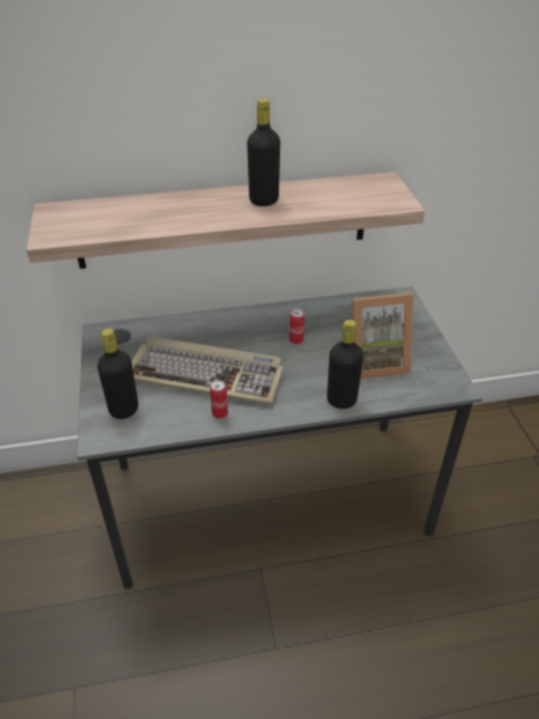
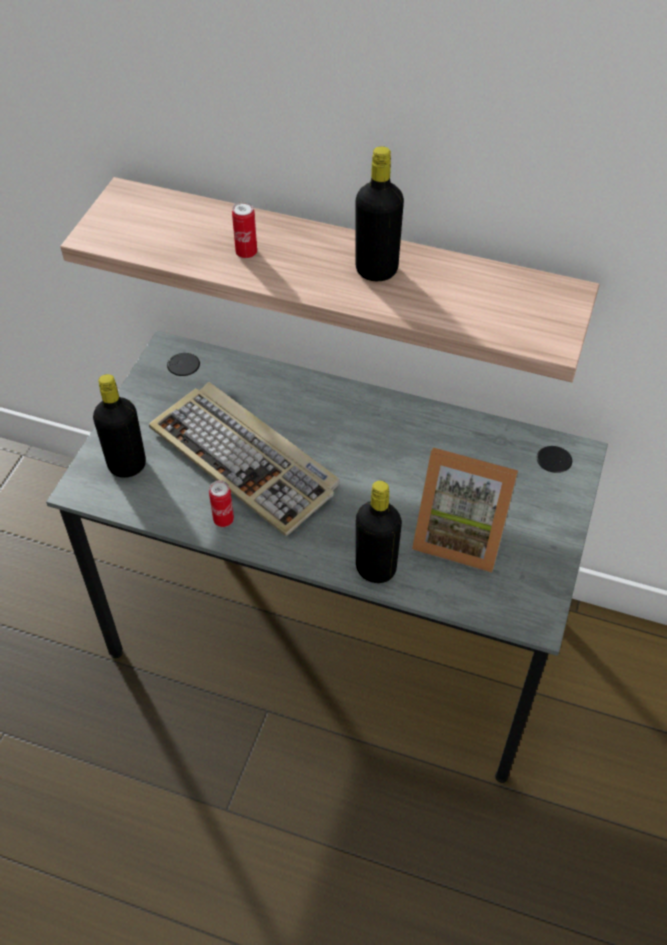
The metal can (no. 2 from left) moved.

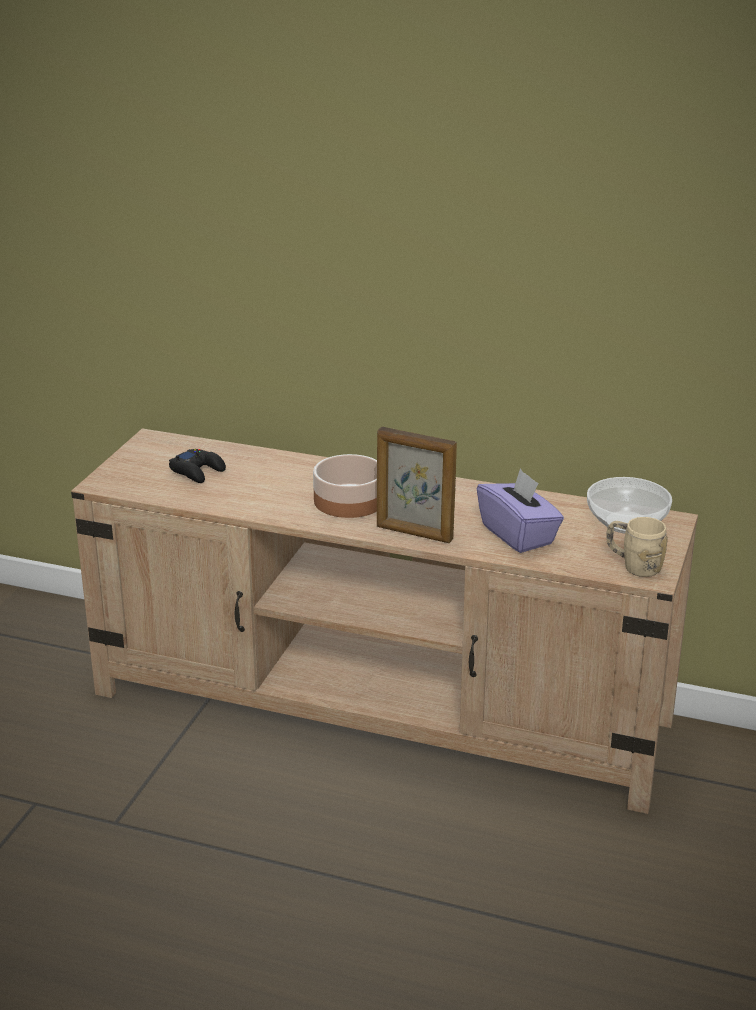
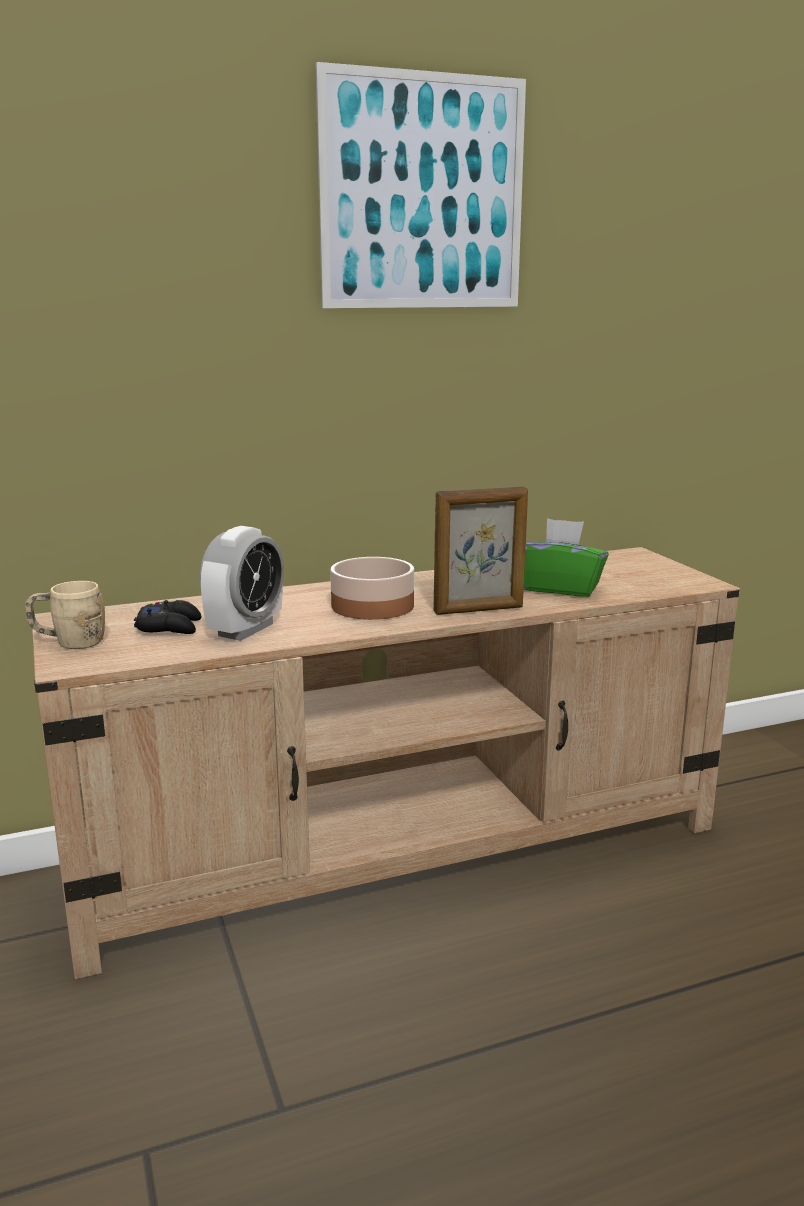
The bowl (no. 2 from left) disappeared. The bedside clock appeared. The wall art appeared. The beige-coloured coffee mug moved. The purple box of tissues became the green-coloured box of tissues.

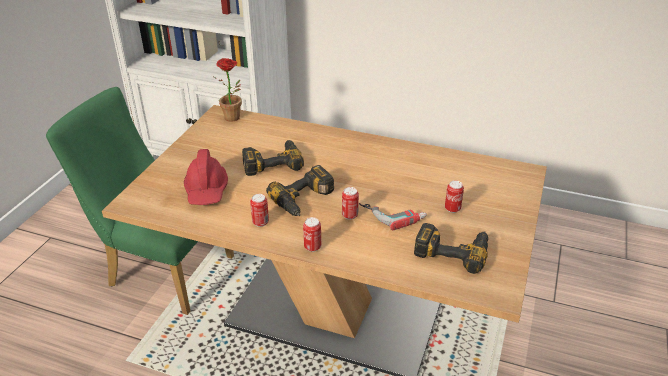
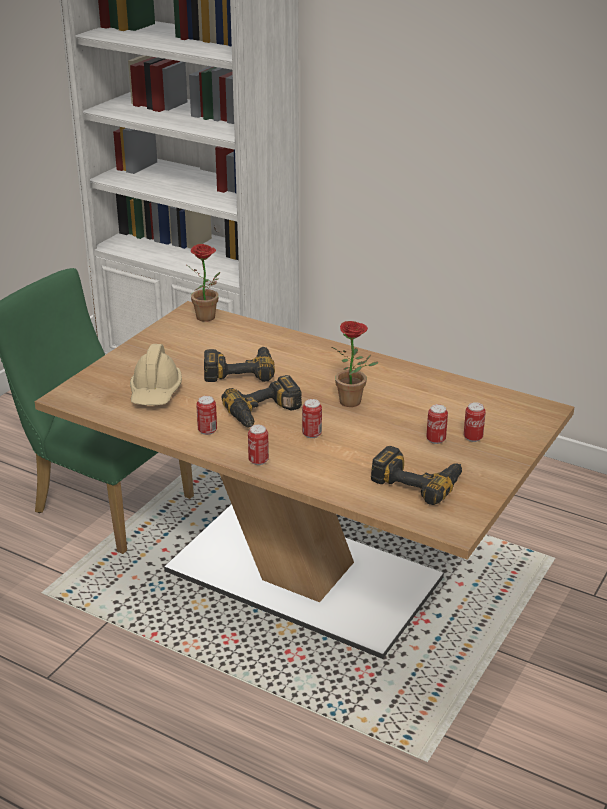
The electric drill (no. 3 from left) disappeared. The plant in a pot (no. 2 from left) appeared. The metal can (no. 5 from left) appeared. The red work helmet became the beige-coloured work helmet.

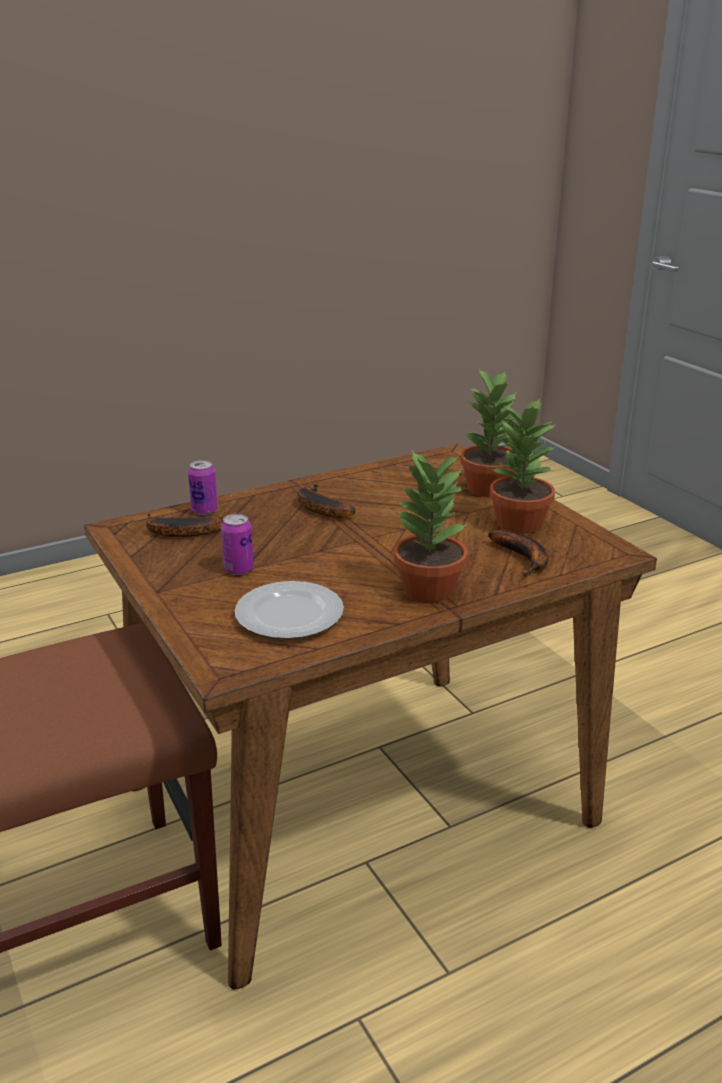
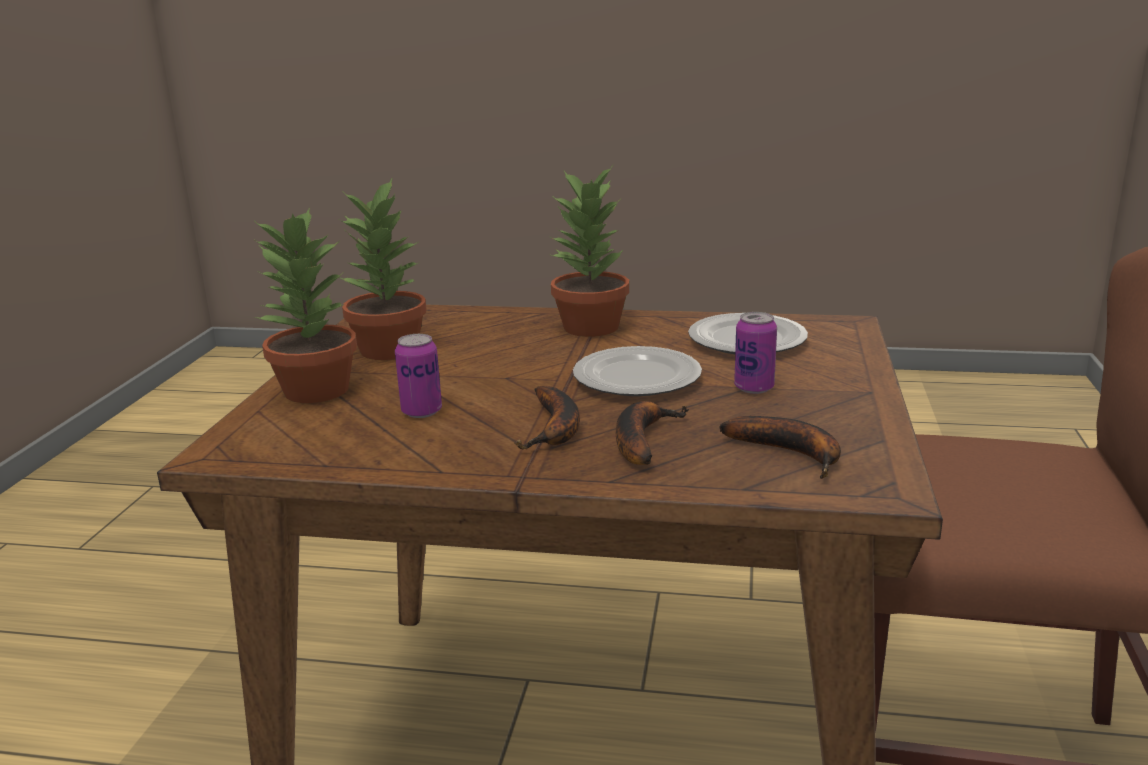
The flat dish (no. 1 from left) appeared. The metal can (no. 1 from left) moved. The whole banana (no. 3 from left in the first image) moved.

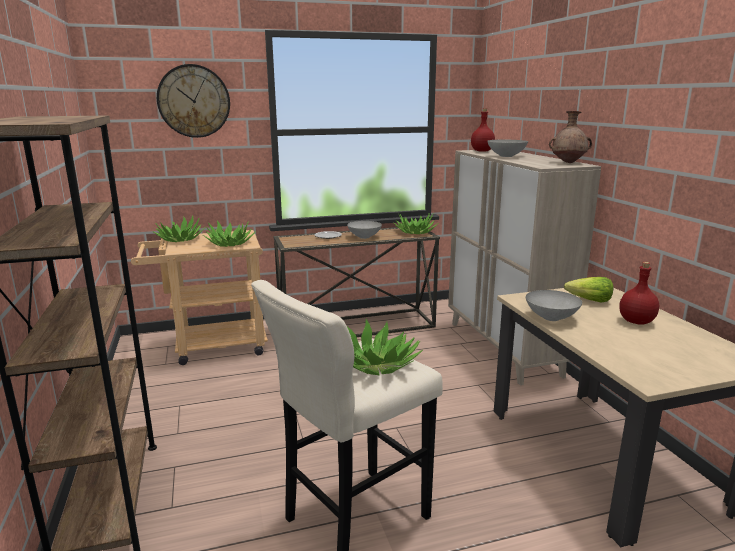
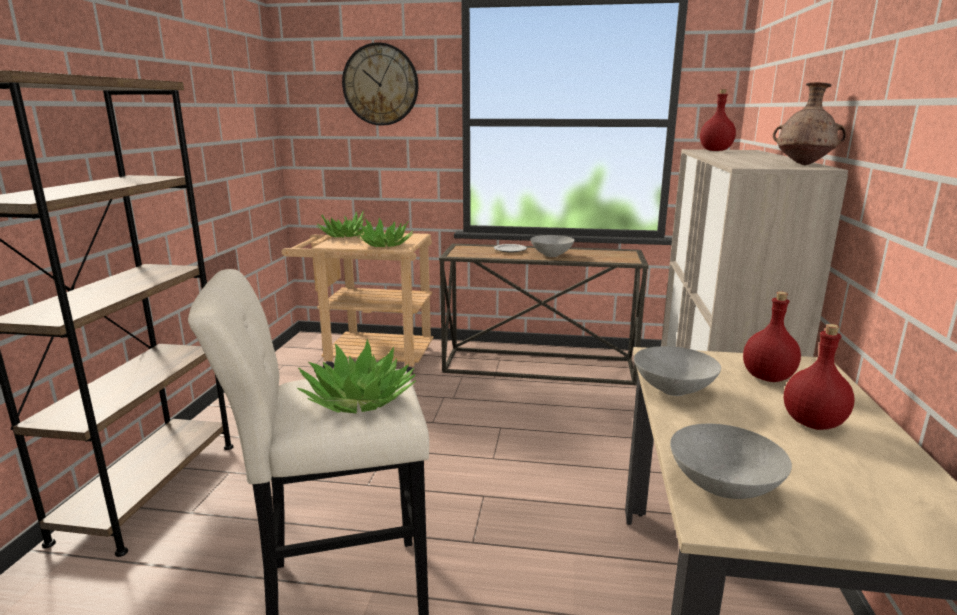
The plant in a pot (no. 4 from left) disappeared. The grey bowl (no. 2 from left in the first image) moved. The head of lettuce was replaced by the red bottle (no. 2 from left).

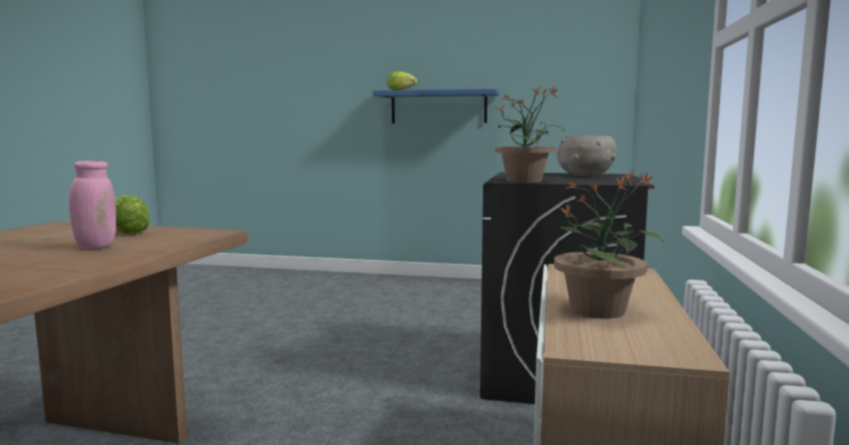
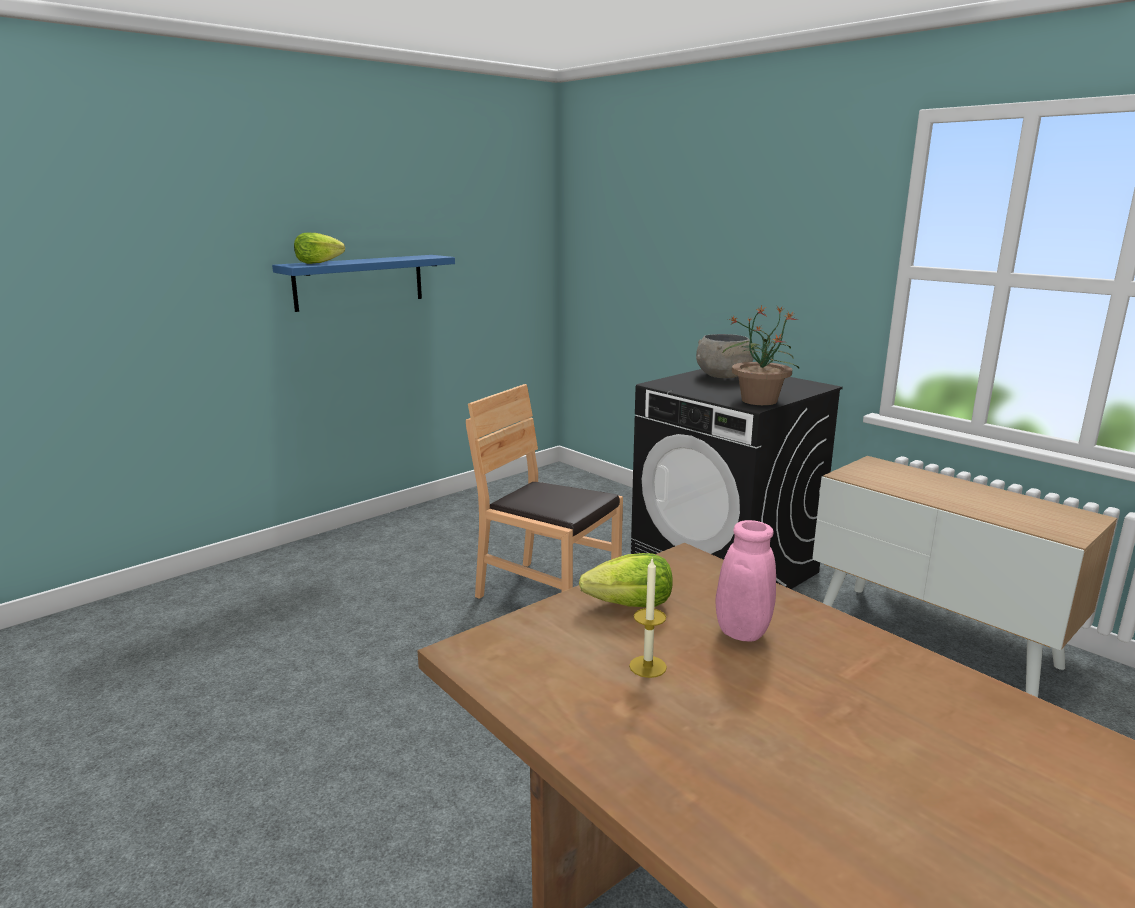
The plant in a pot (no. 2 from left) disappeared. The brown-coloured upright chair appeared. The wax candle appeared.

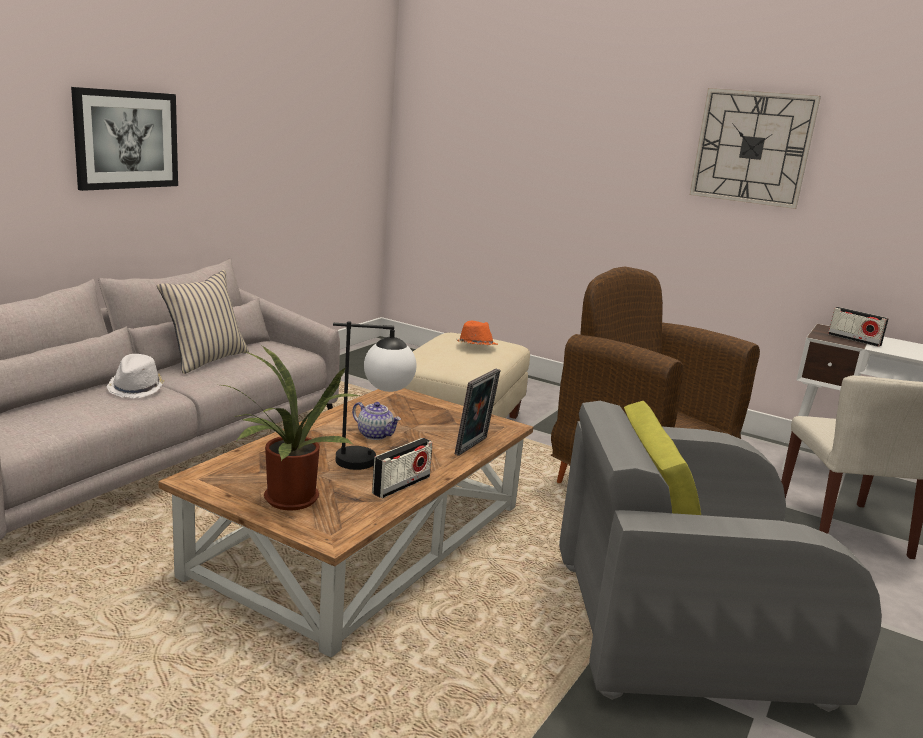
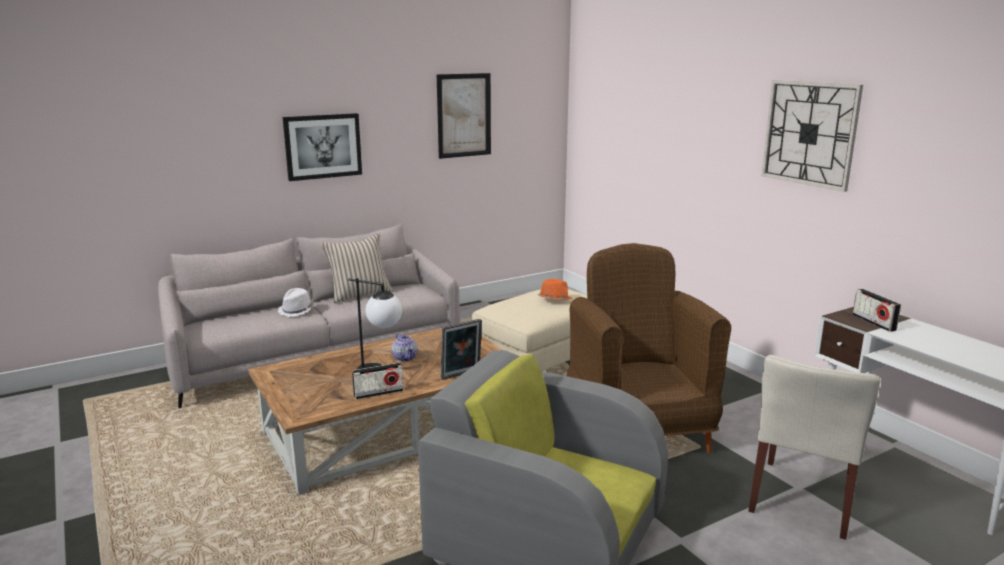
The plant in a pot disappeared. The wall art (no. 2 from left) appeared.

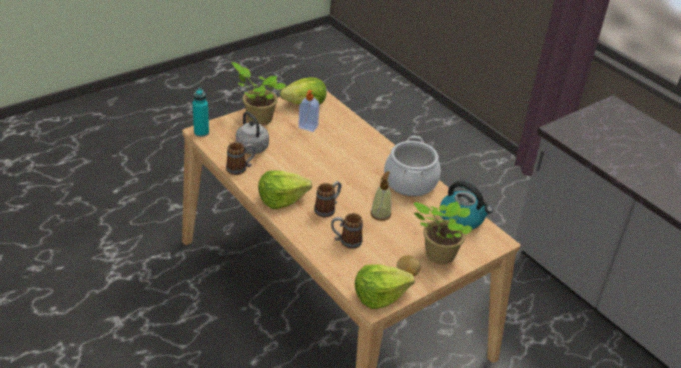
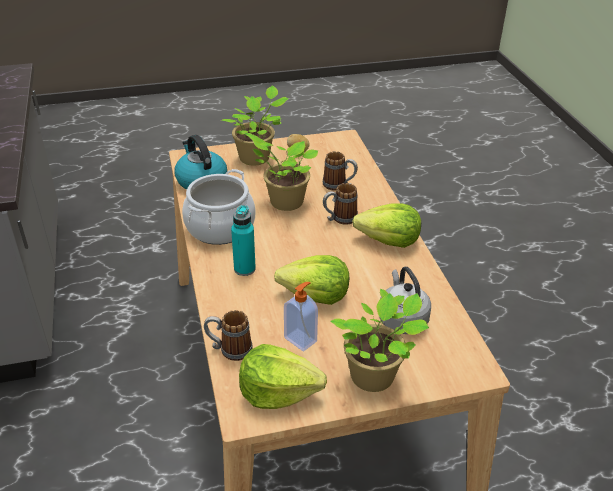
The turquoise-coloured bottle moved. The coffee mug (no. 1 from left) moved. The head of lettuce (no. 3 from left in the first image) moved. The liquid soap bottle (no. 2 from left) was replaced by the plant in a pot (no. 2 from left).

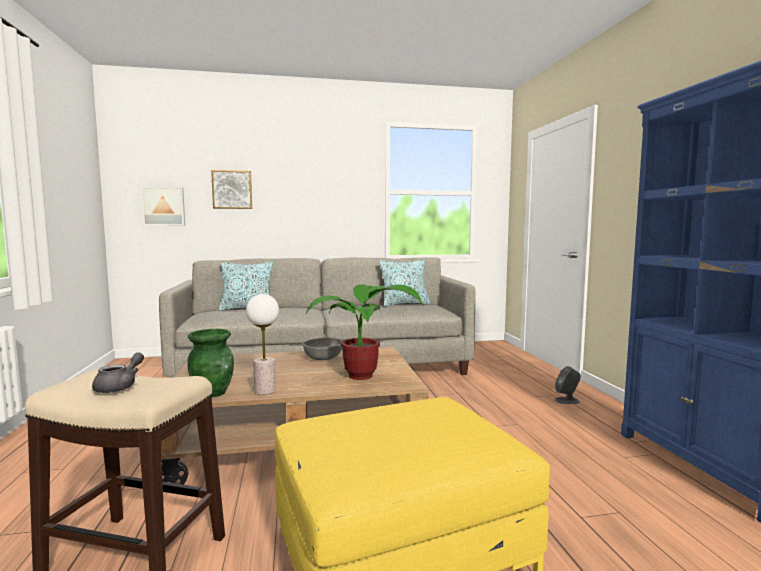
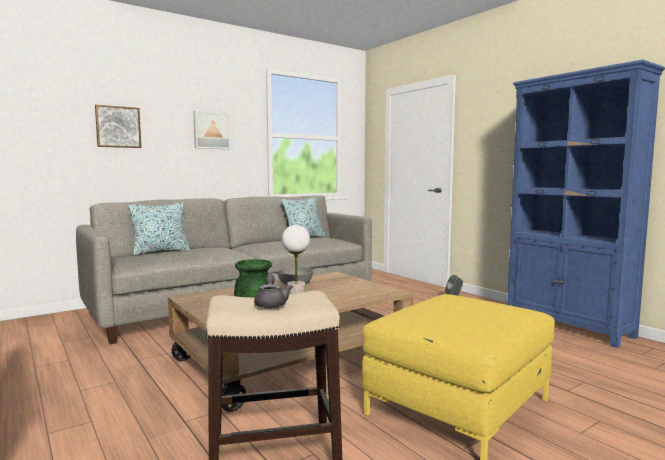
The plant in a pot disappeared. The wall art (no. 1 from left in the first image) moved.

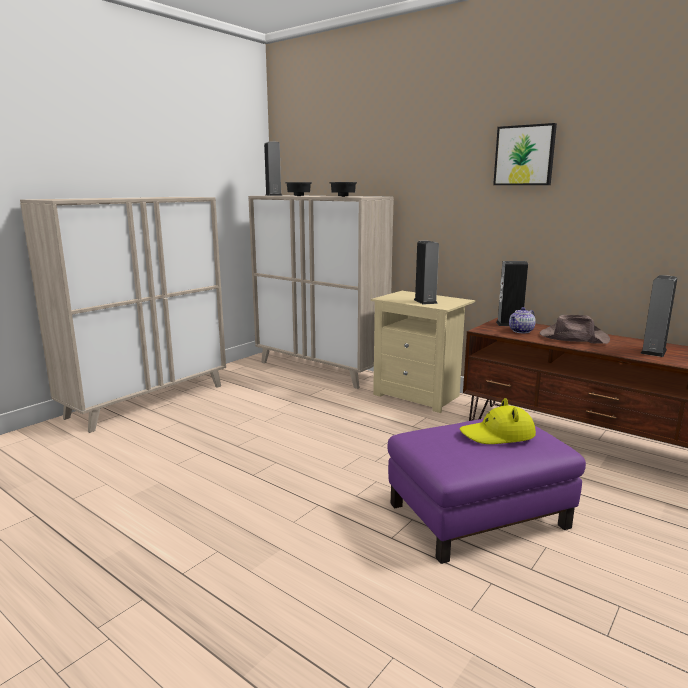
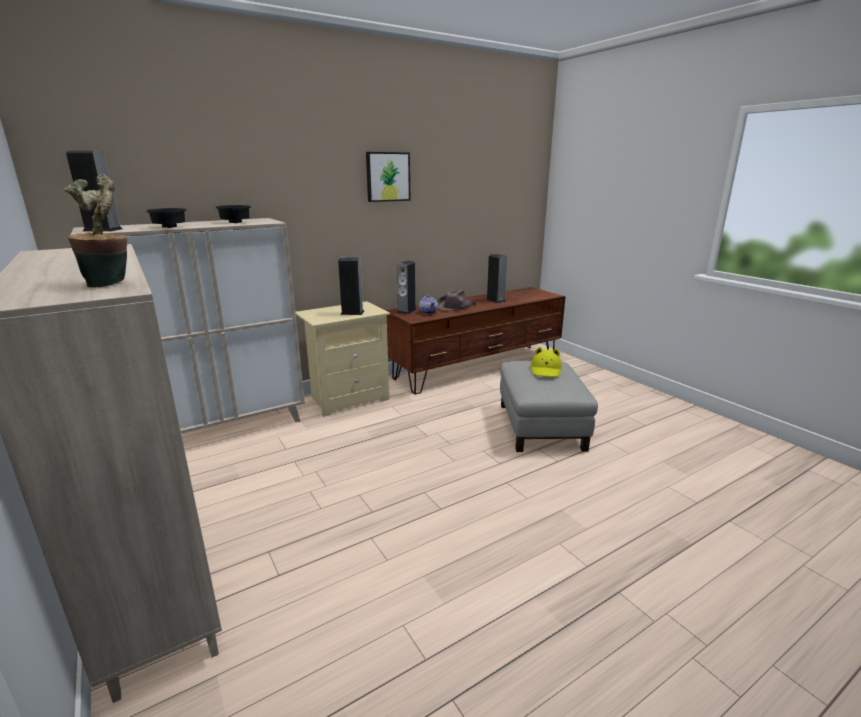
The plant in a pot appeared. The purple footrest became the grey footrest.

